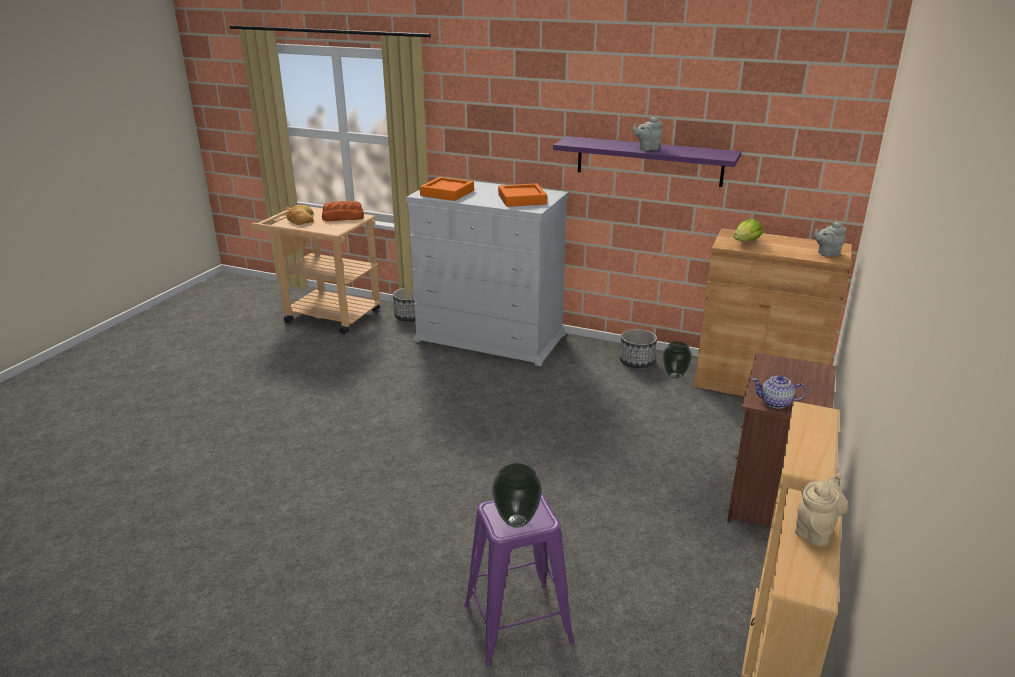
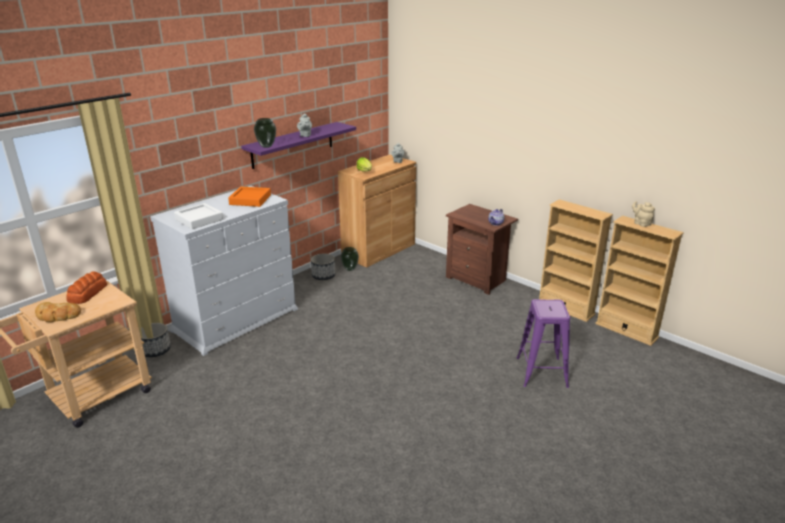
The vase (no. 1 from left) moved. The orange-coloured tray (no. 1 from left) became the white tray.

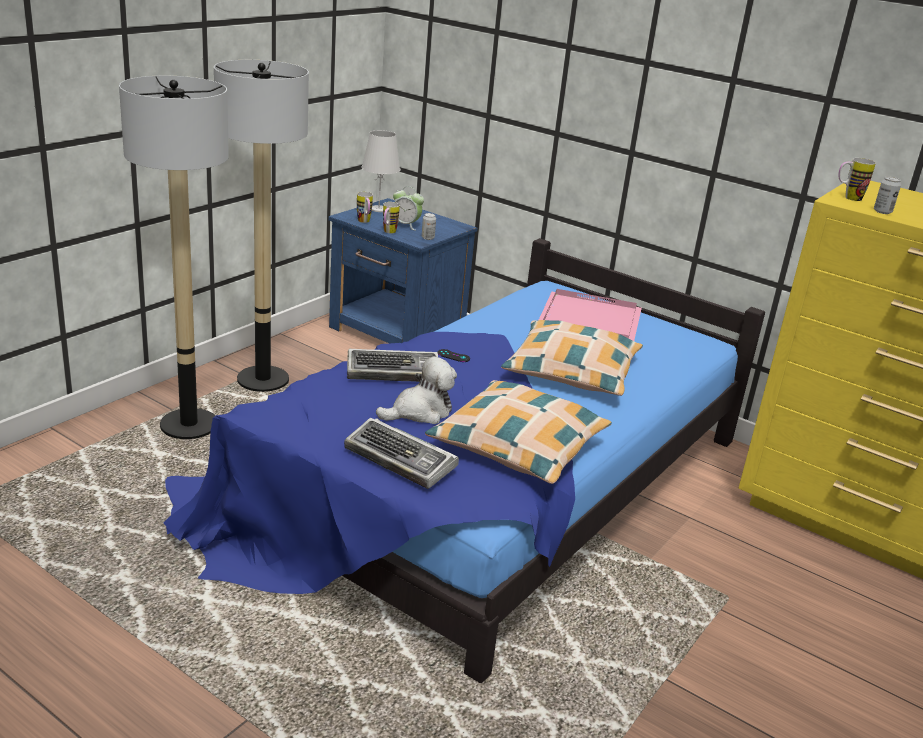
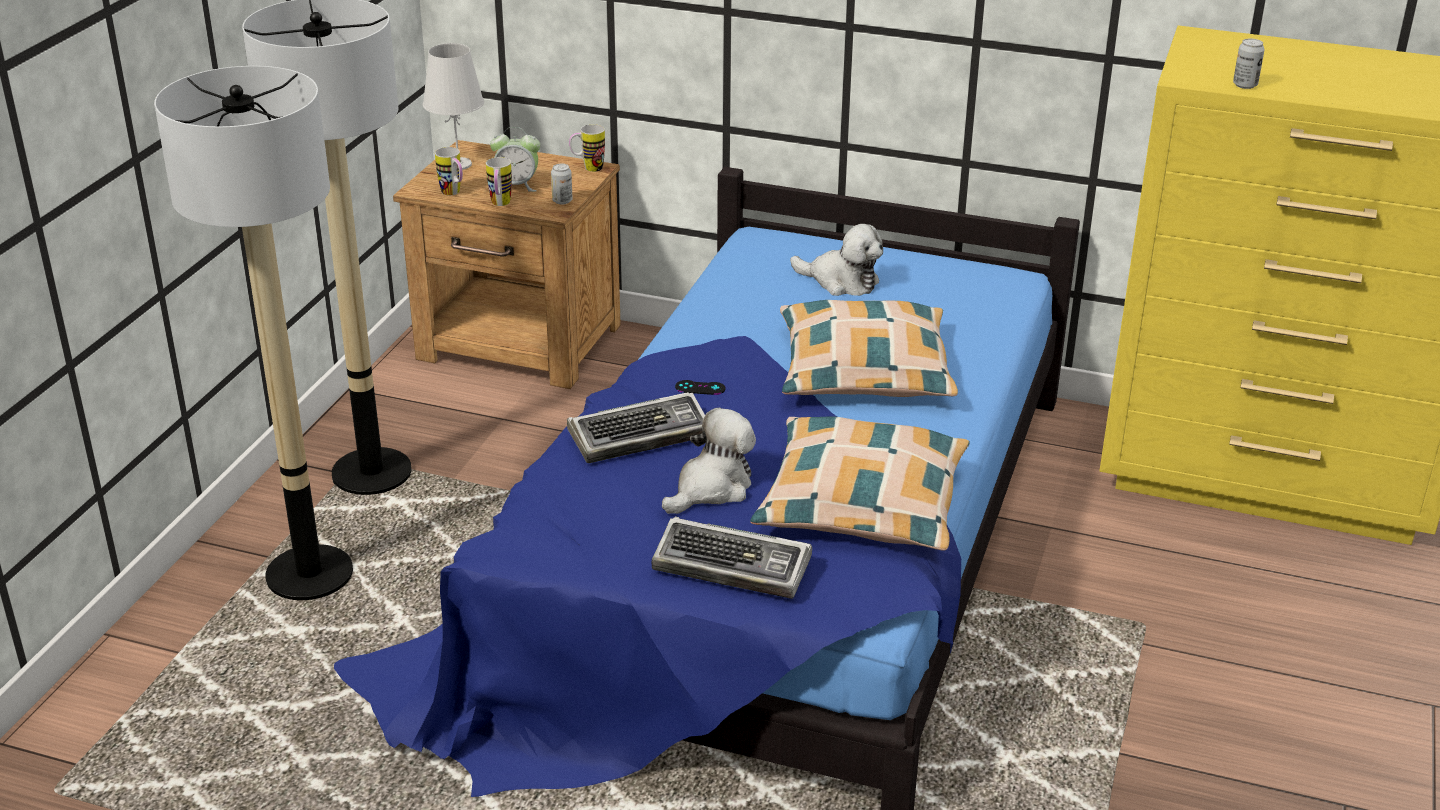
The coffee mug (no. 3 from left) moved. The pinkish tray was replaced by the plush toy (no. 2 from left). The blue nightstand became the brown-coloured nightstand.

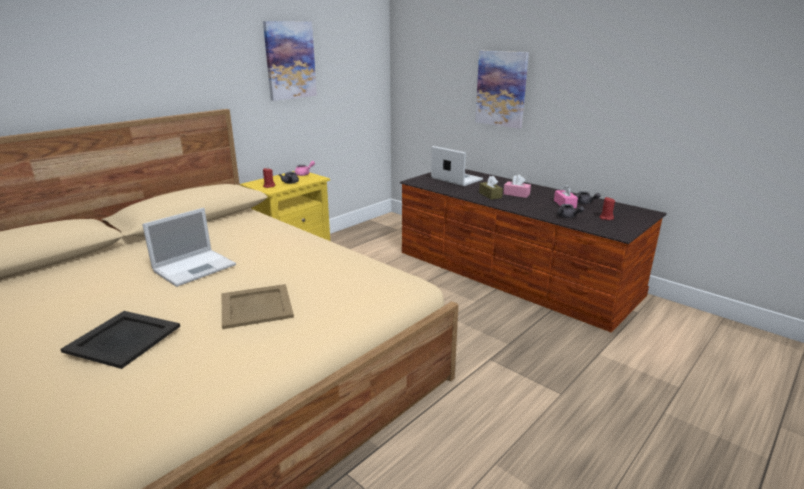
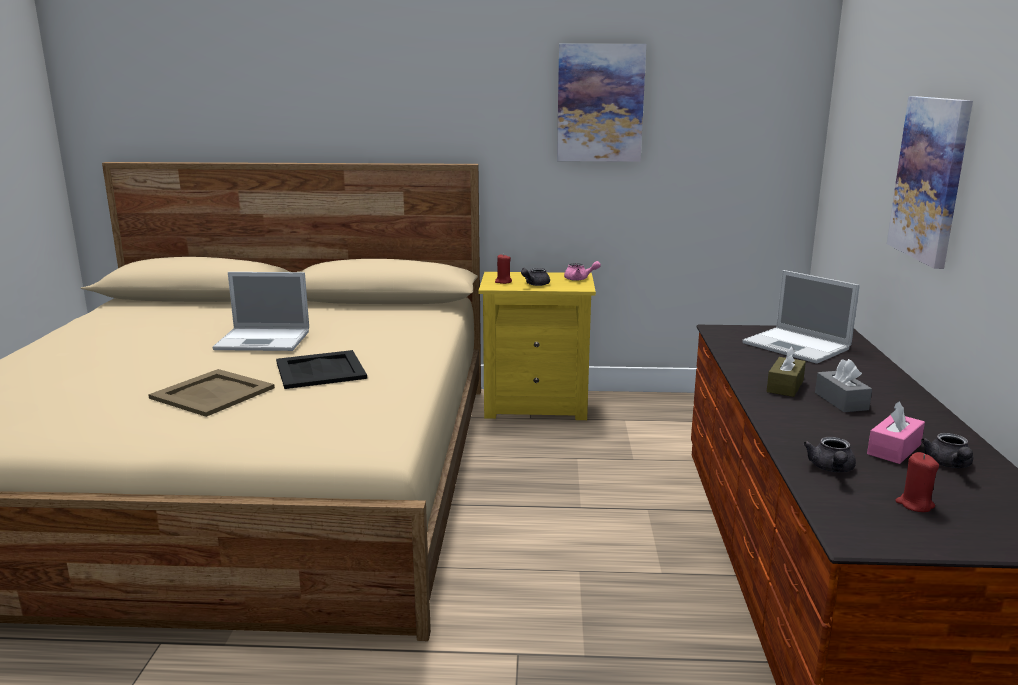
The black tray moved. The pinkish box of tissues (no. 1 from left) became the grey box of tissues. The notebook computer (no. 2 from left) turned 135 degrees clockwise.

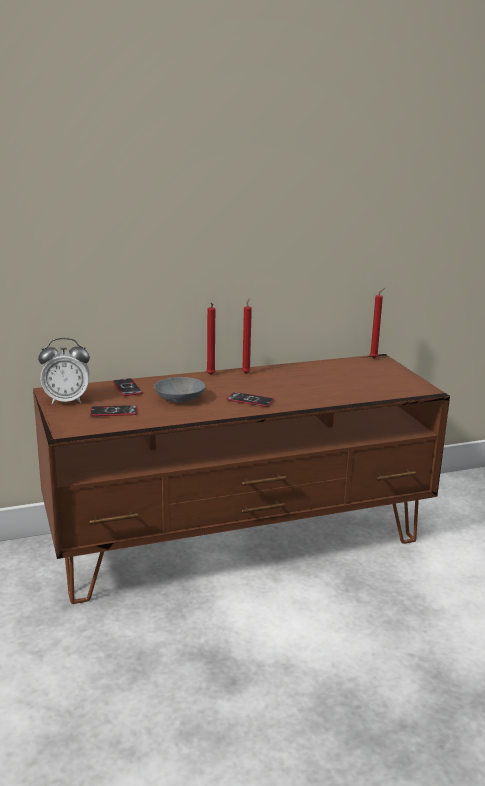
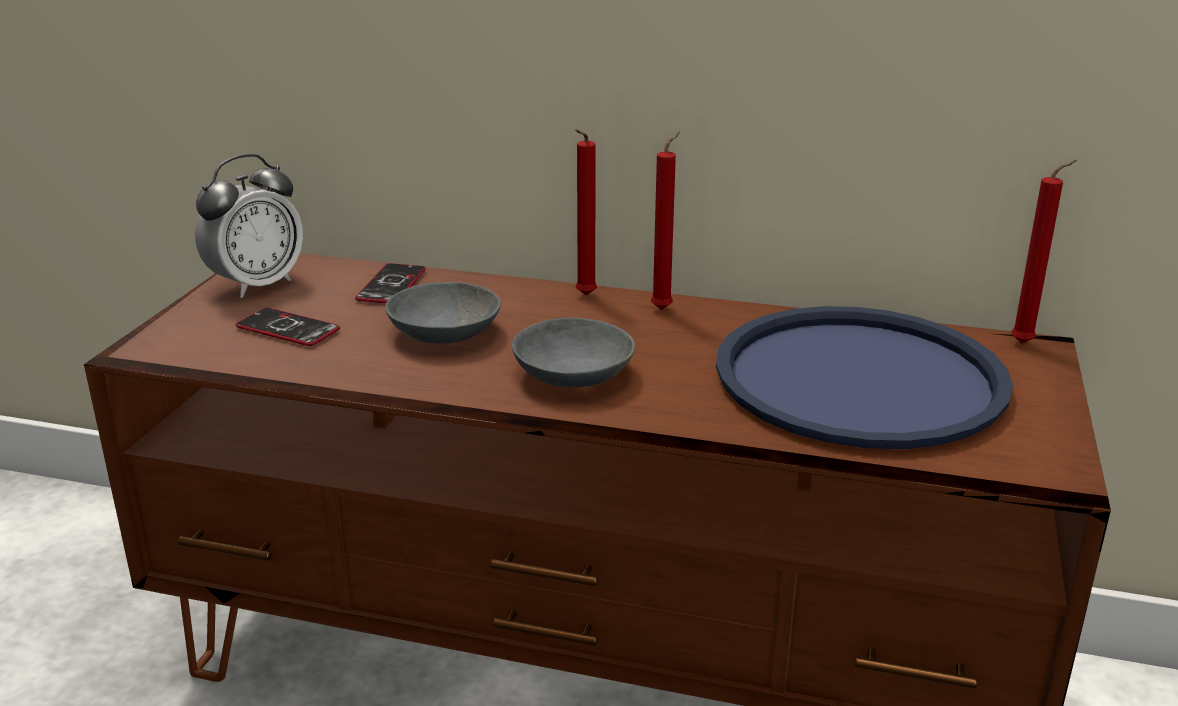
The blue tray appeared. The handset (no. 3 from left) was replaced by the grey bowl (no. 2 from left). The bedside clock turned 75 degrees counterclockwise.

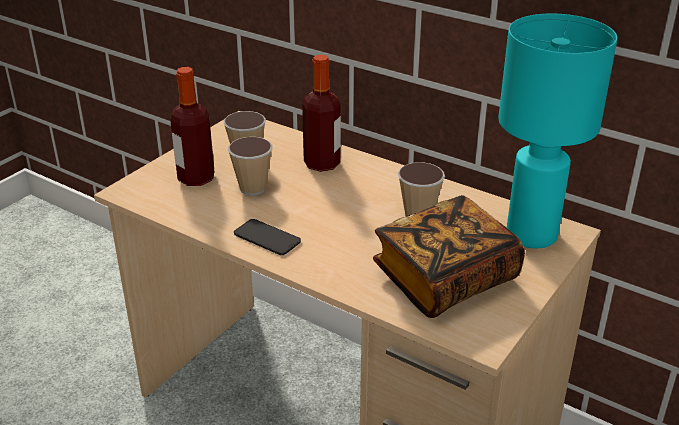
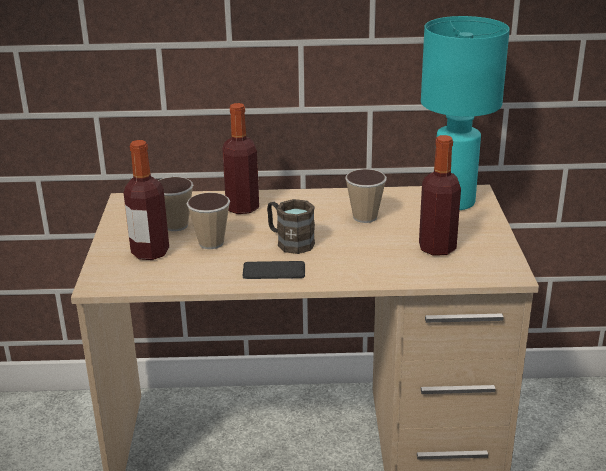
The brown-coloured coffee mug appeared. The volume was replaced by the bottle (no. 3 from left).

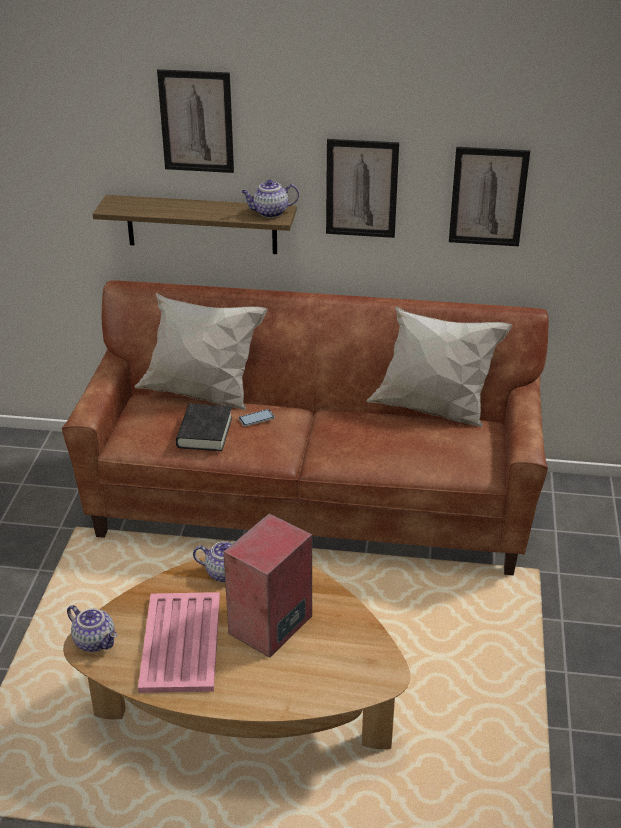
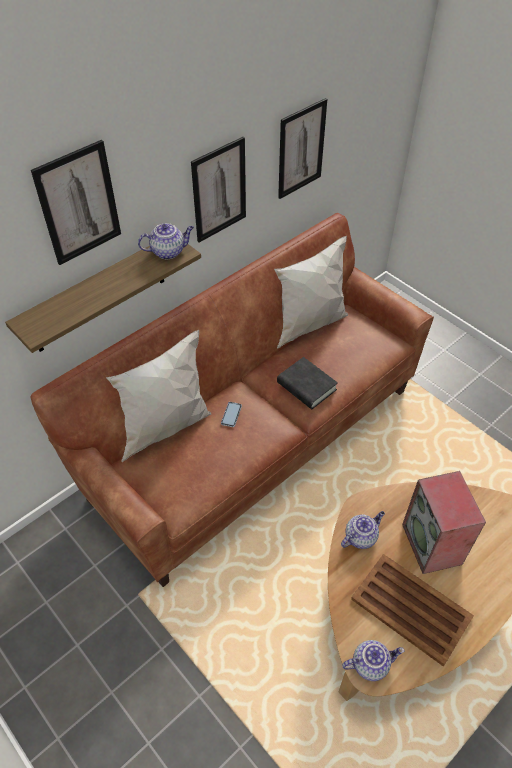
The black volume moved. The pinkish tray became the brown-coloured tray. The tea pot (no. 3 from left in the first image) turned 135 degrees counterclockwise.

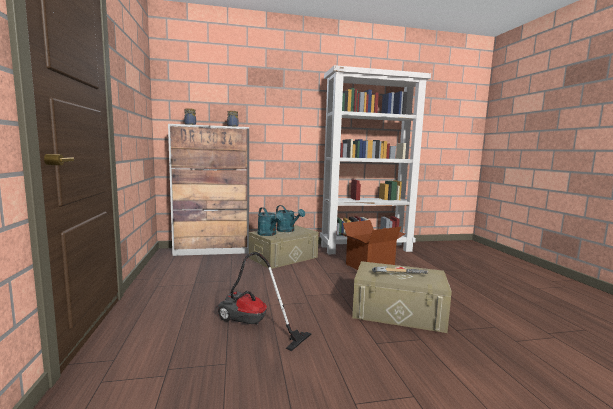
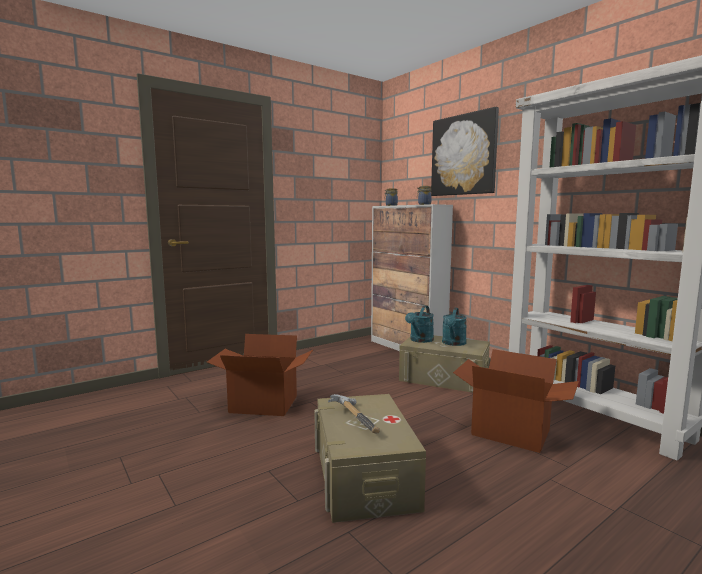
The wall art appeared. The hoover was replaced by the carton (no. 1 from left).

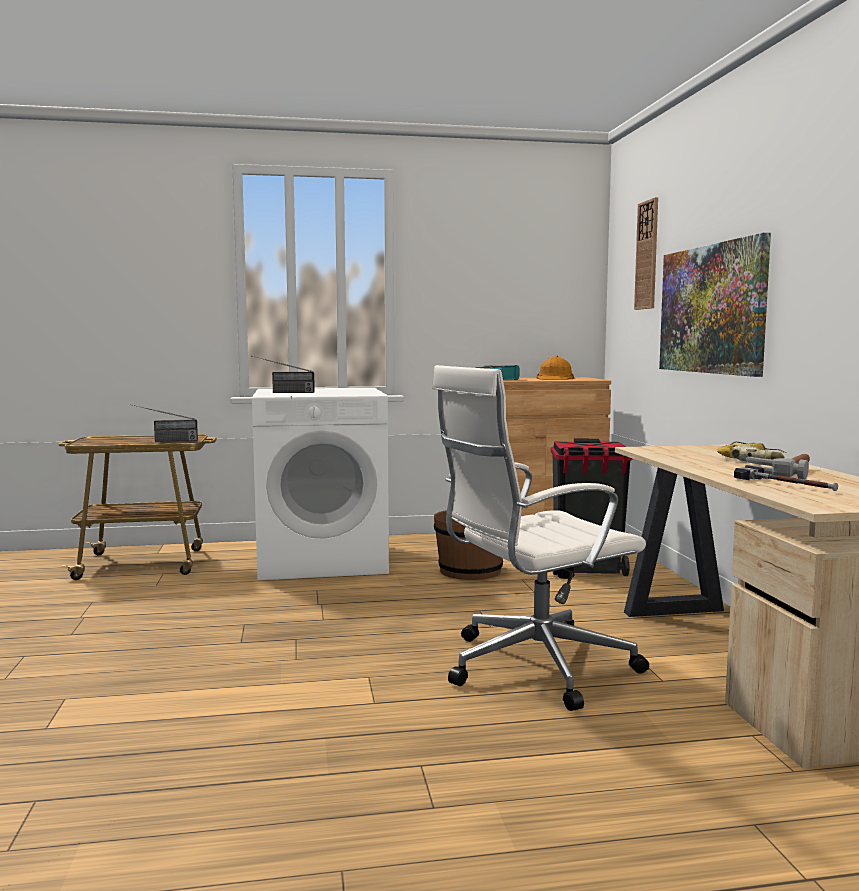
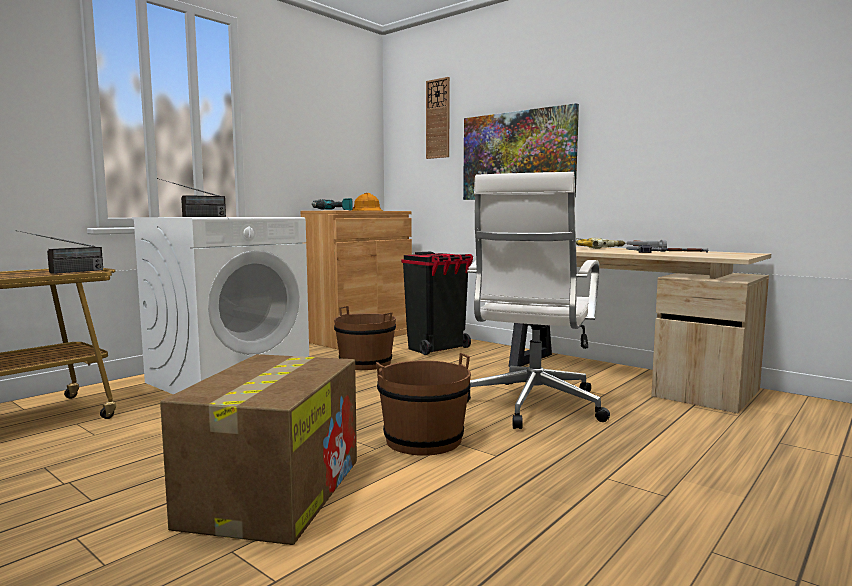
The carton appeared. The brown-coloured water bucket (no. 2 from left) appeared.

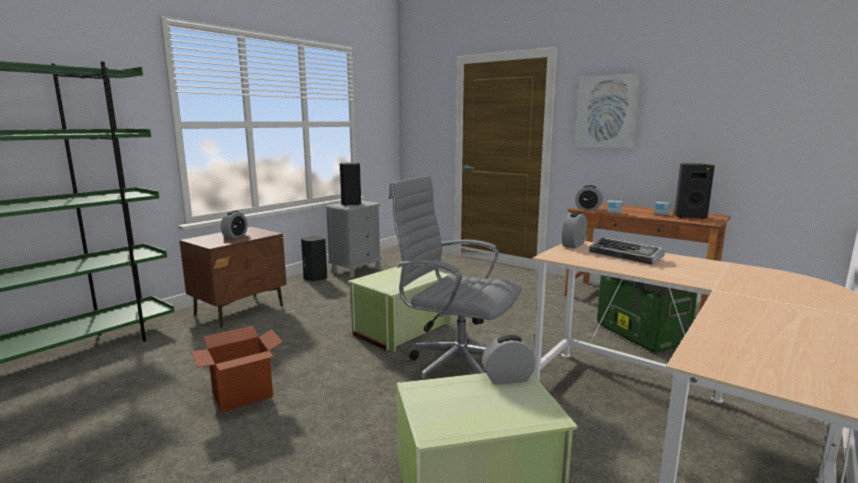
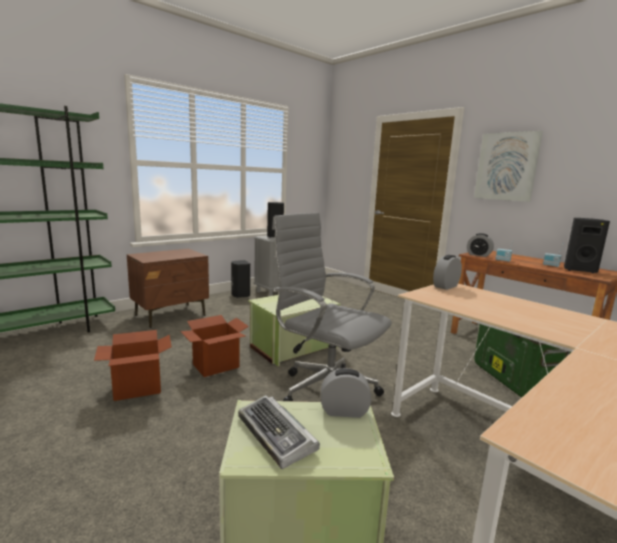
The bedside clock (no. 1 from left) disappeared. The carton (no. 2 from left) appeared. The computer keyboard moved.

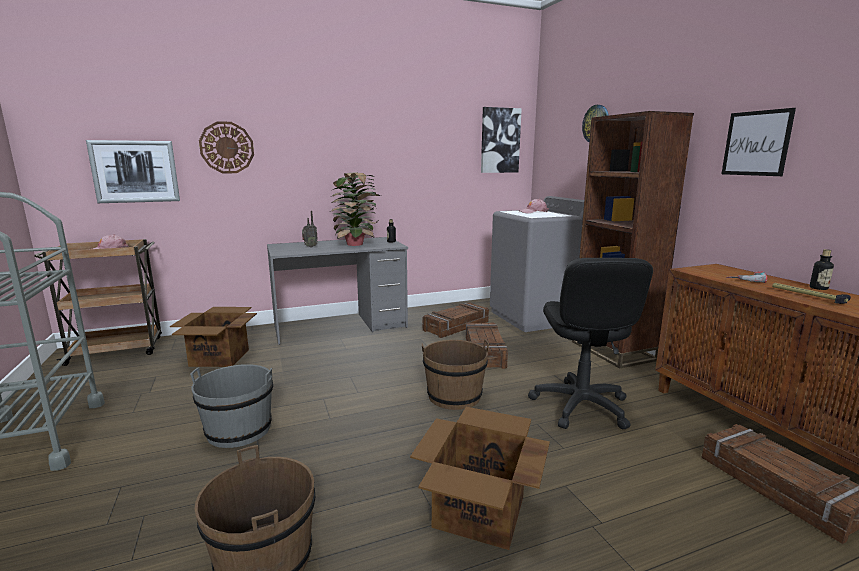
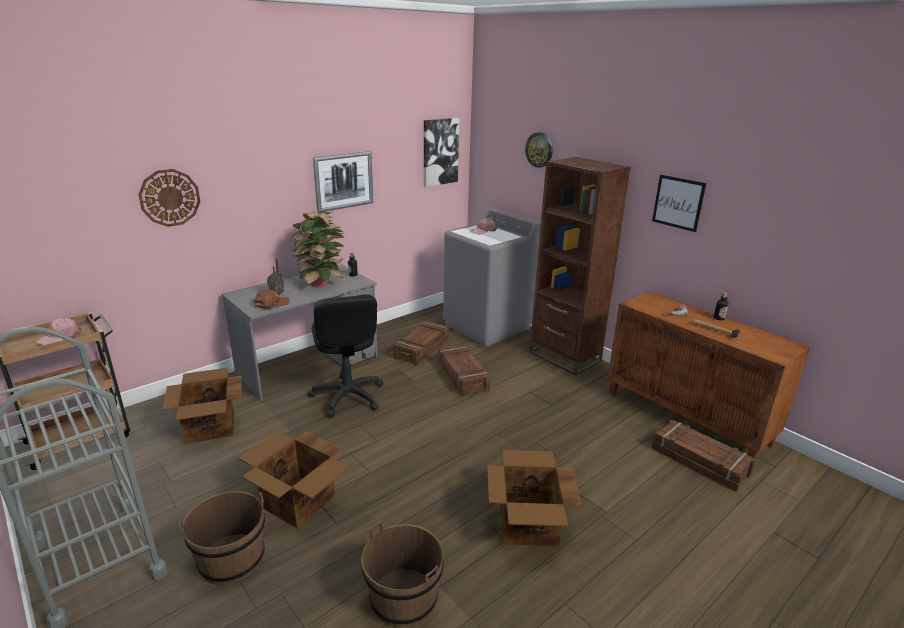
The brown-coloured cap appeared. The wall art (no. 1 from left) moved. The brown-coloured water bucket (no. 2 from left in the first image) moved. The black office chair moved. The grey water bucket was replaced by the carton (no. 2 from left).

